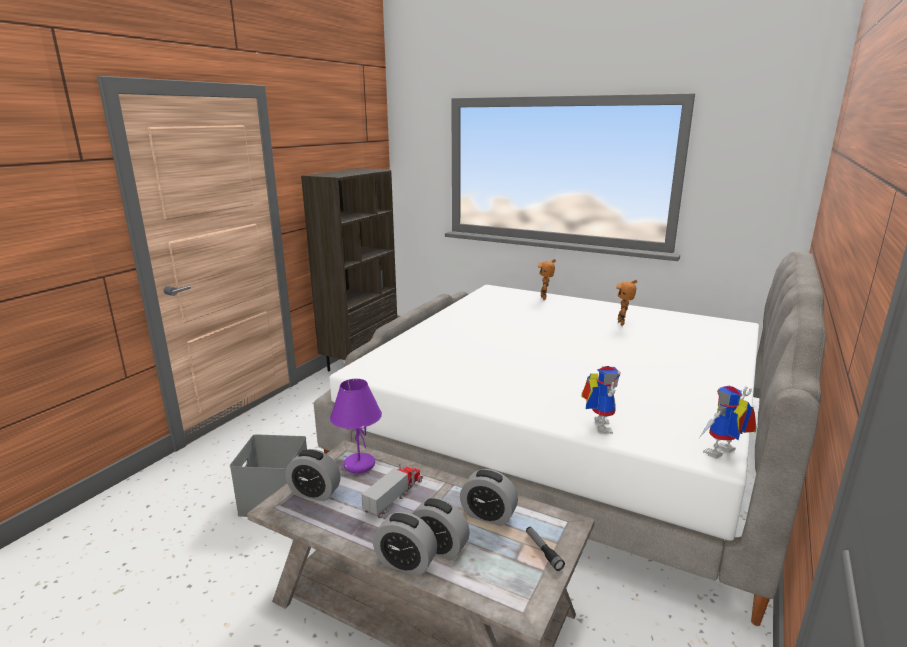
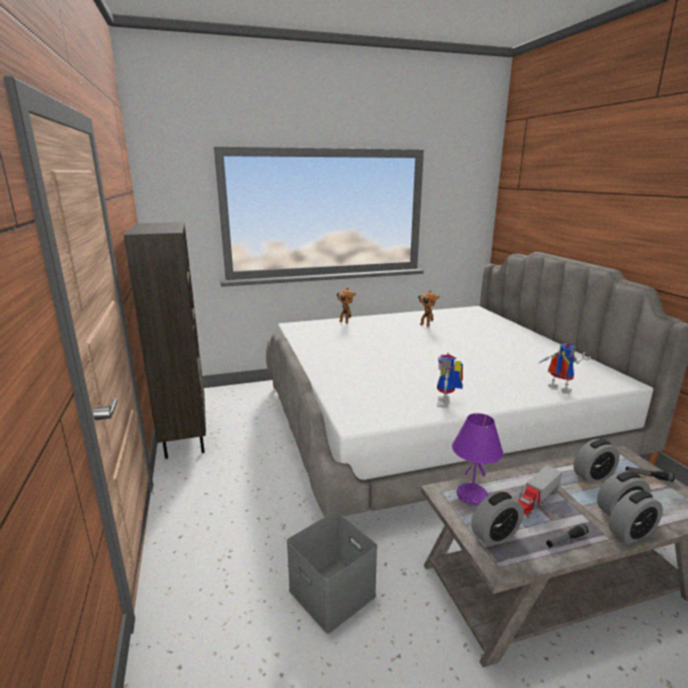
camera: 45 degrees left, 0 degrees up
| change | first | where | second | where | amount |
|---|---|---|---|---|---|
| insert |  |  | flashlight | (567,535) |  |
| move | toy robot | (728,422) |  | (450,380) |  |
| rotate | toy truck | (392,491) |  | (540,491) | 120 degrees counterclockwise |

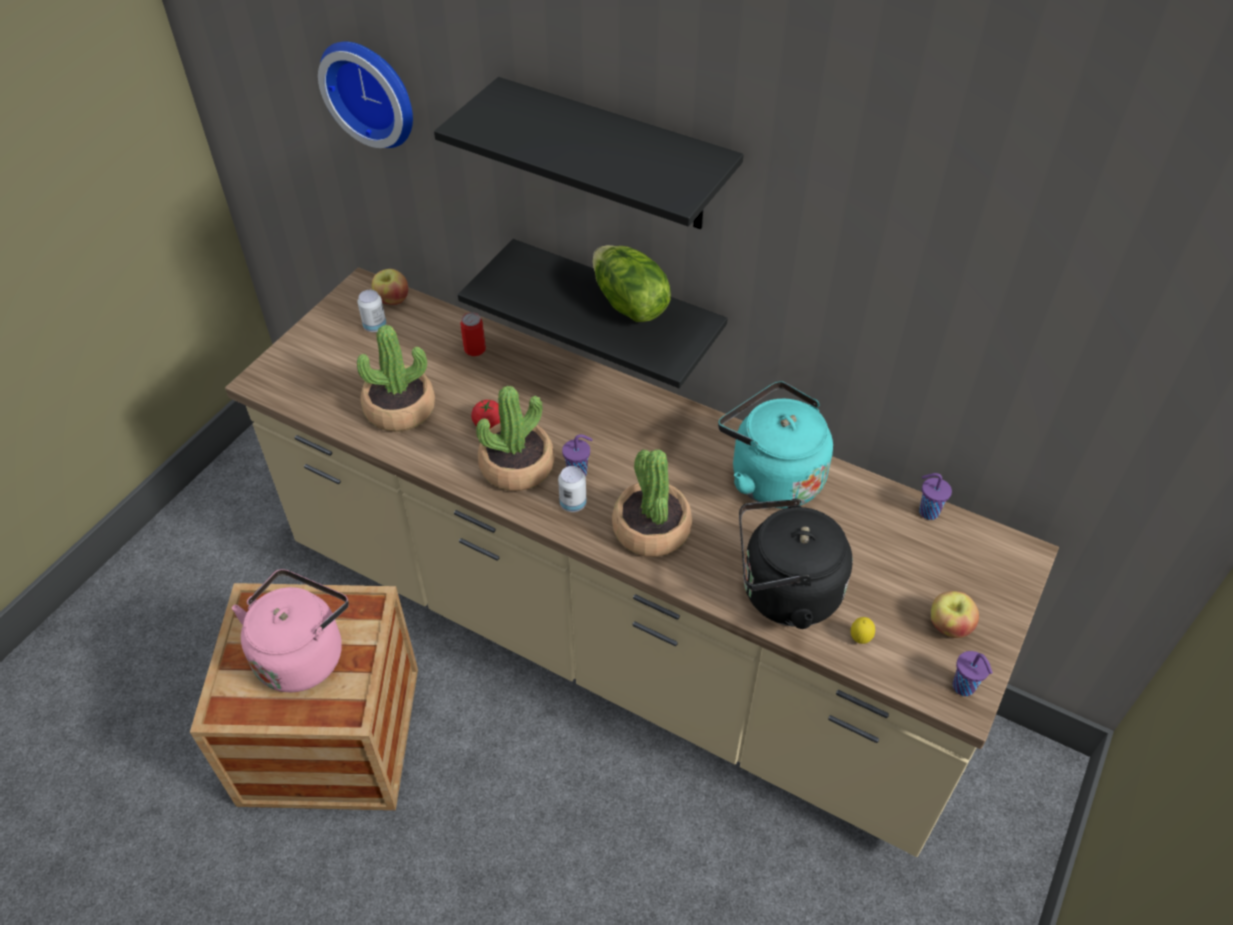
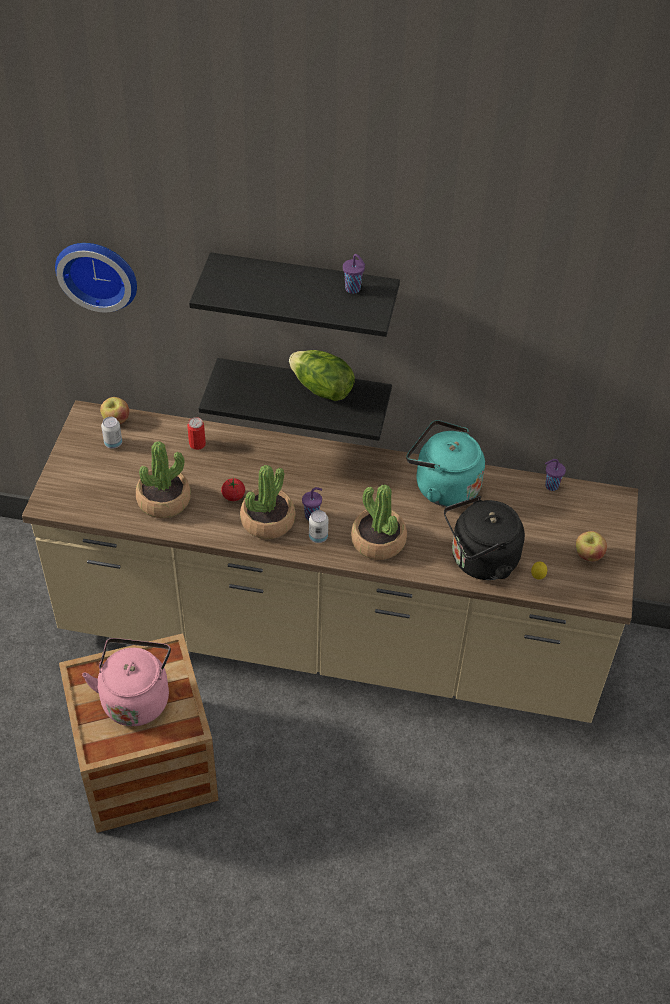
camera: 20 degrees left, 0 degrees up
| change | first | where | second | where | amount |
|---|---|---|---|---|---|
| move | cup (purple) | (973,673) |  | (354,274) |  |

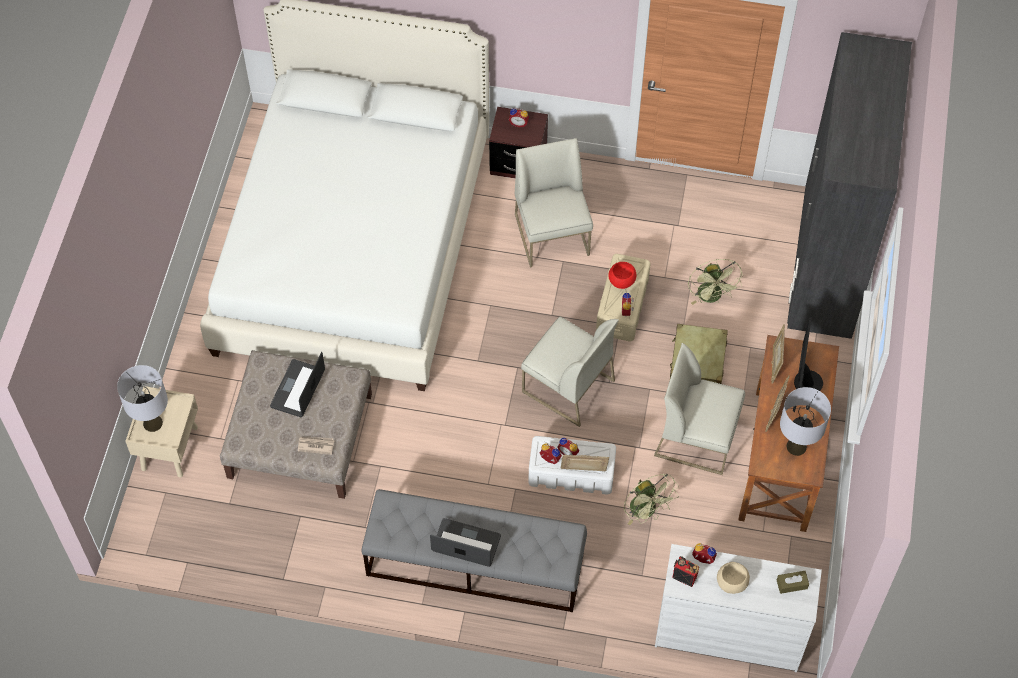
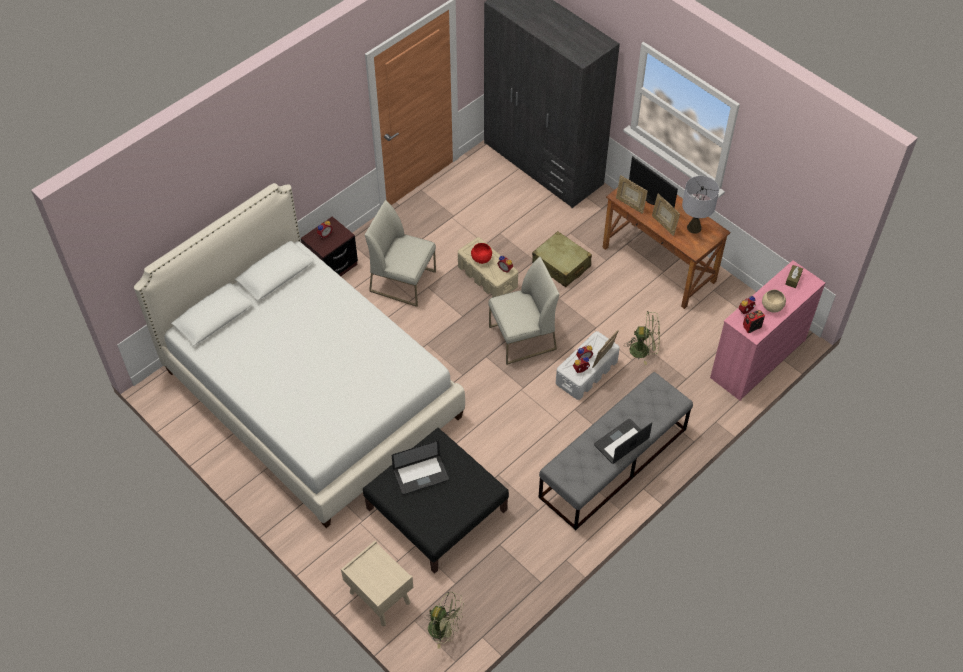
camera: 55 degrees left, 5 degrees down
| change | first | where | second | where | amount |
|---|---|---|---|---|---|
| delete | table lamp (grey) | (142,398) |  |  |  |
| delete | newspaper | (316,446) |  |  |  |
| delete | chair (white) | (699,409) |  |  |  |
| move | fan (green) | (715,282) |  | (444,620) |  |
| recolor | ottoman (beige) | (296,424) | ottoman (black) | (436,501) |  |
| recolor | dresser (white) | (738,608) | dresser (pink) | (767,330) |  |
| rotate | laptop | (297,384) |  | (420,467) | 75 degrees counterclockwise |

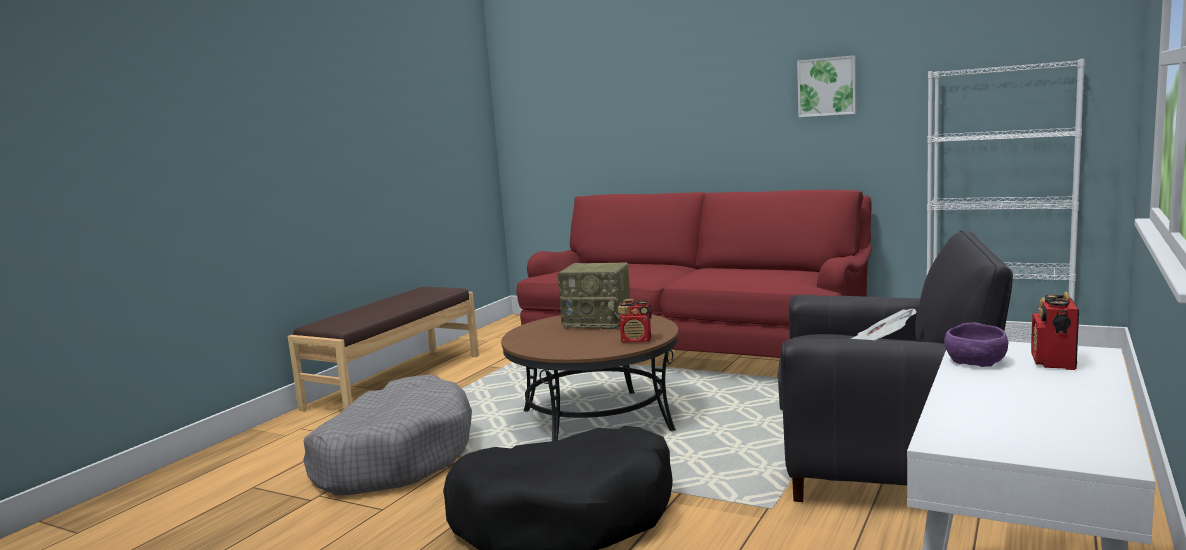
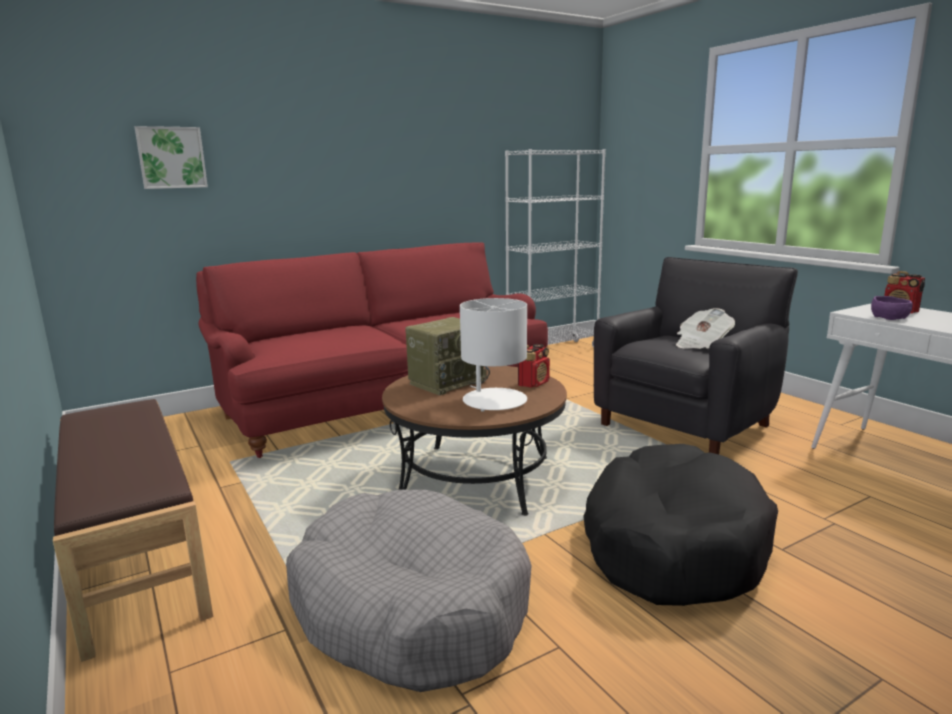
camera: 60 degrees left, 5 degrees up
| change | first | where | second | where | amount |
|---|---|---|---|---|---|
| insert |  |  | table lamp (white) | (493,355) |  |
| move | picture | (827,86) |  | (171,157) |  |

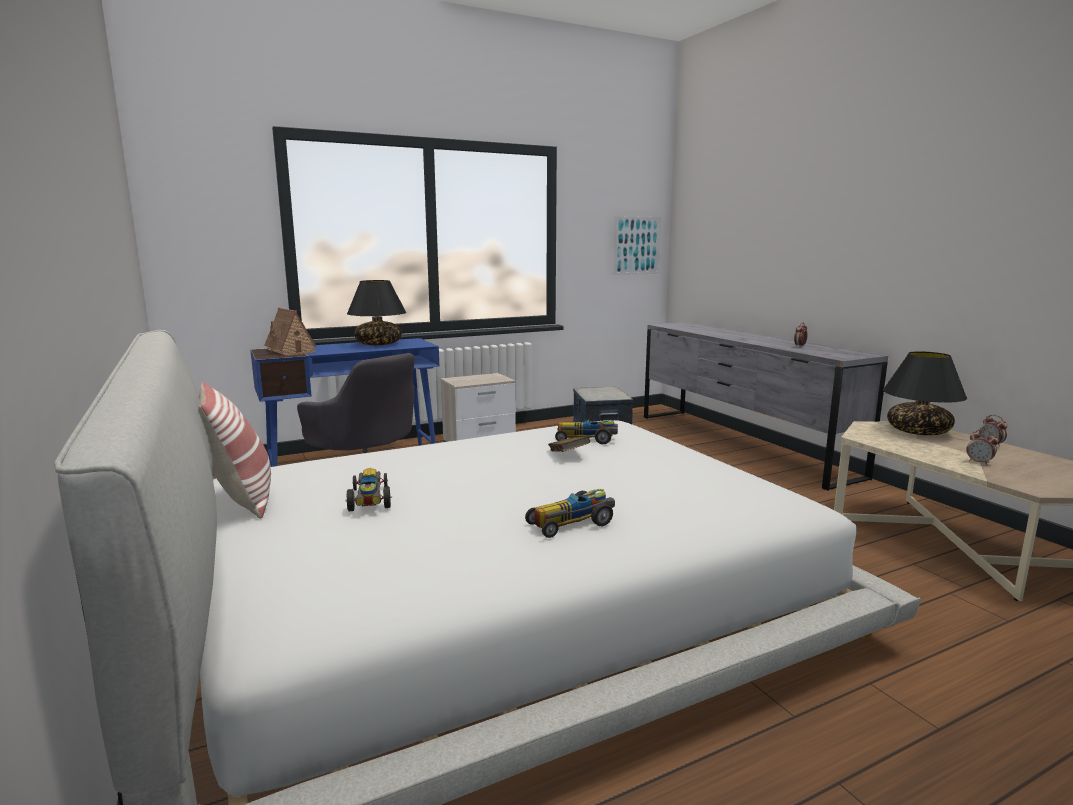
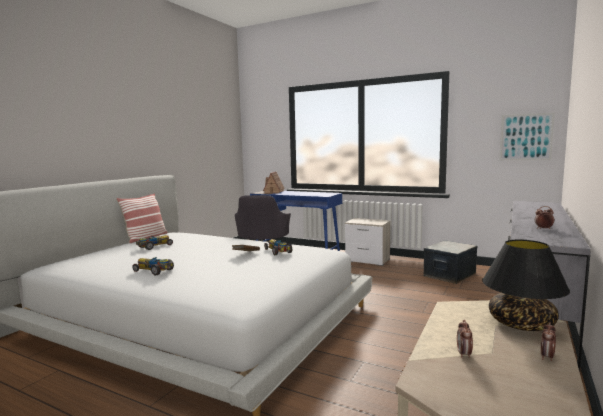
camera: 55 degrees right, 5 degrees down
| change | first | where | second | where | amount |
|---|---|---|---|---|---|
| delete | table lamp (black) | (377,312) |  |  |  |

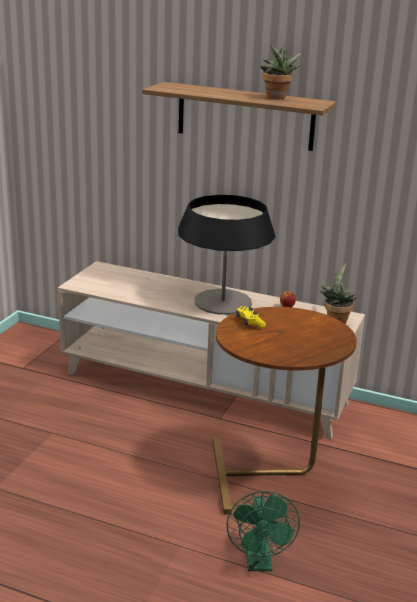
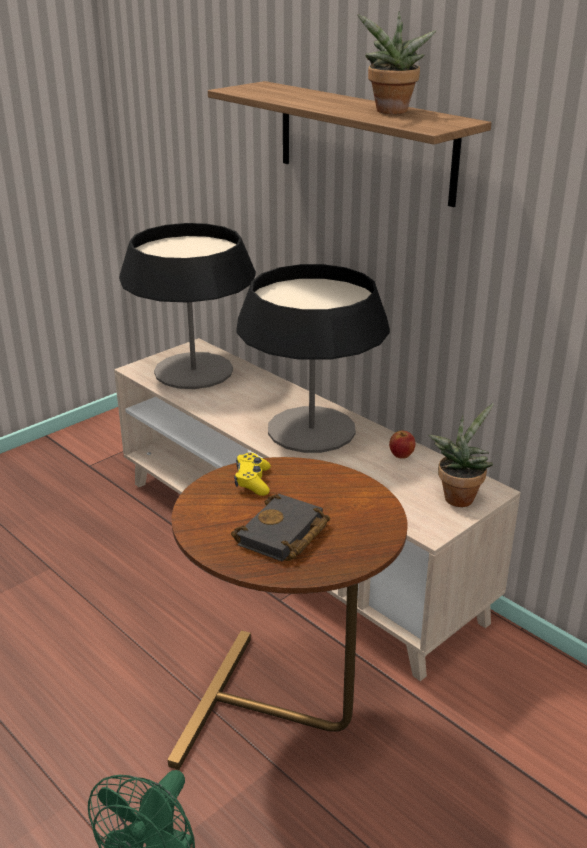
camera: 25 degrees right, 5 degrees up
| change | first | where | second | where | amount |
|---|---|---|---|---|---|
| insert |  |  | table lamp | (187,306) |  |
| insert |  |  | book (black) | (280,527) |  |

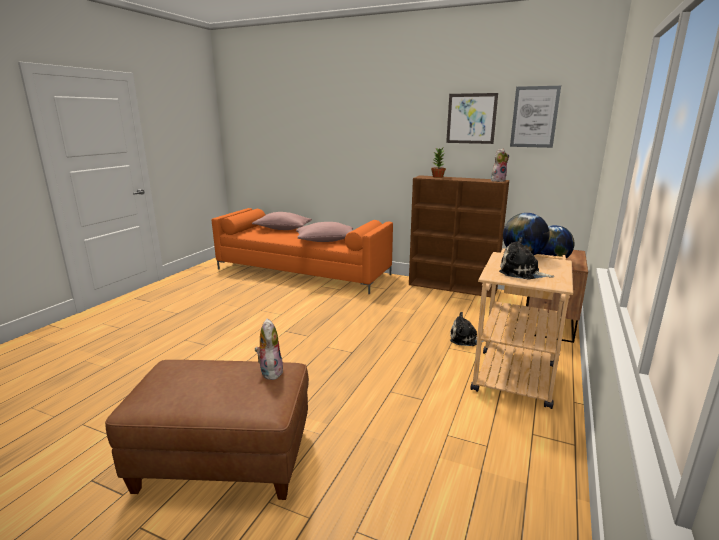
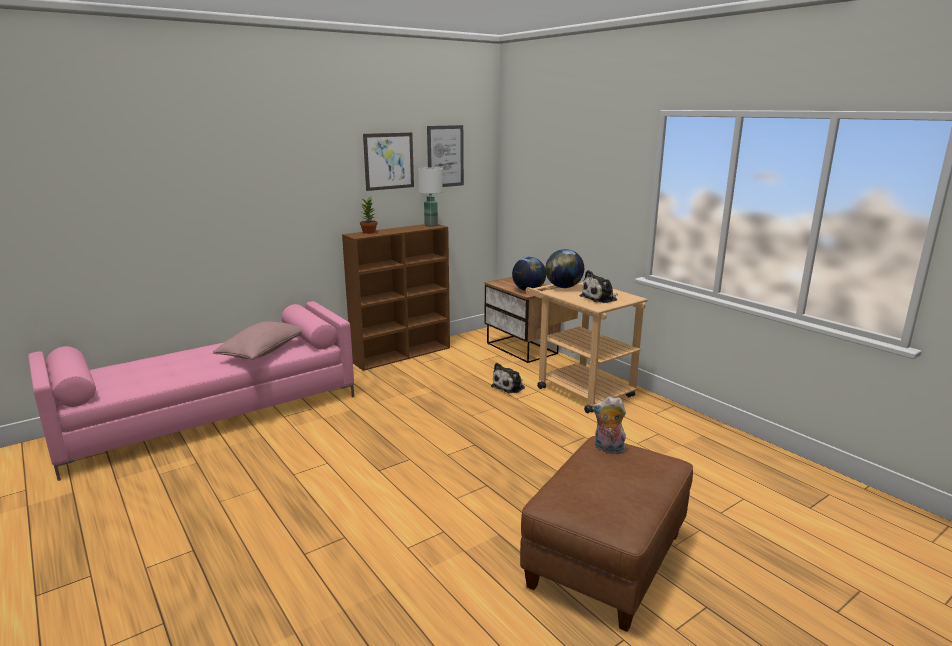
camera: 60 degrees left, 0 degrees up
| change | first | where | second | where | amount |
|---|---|---|---|---|---|
| delete | pillow (pink) | (282,221) |  |  |  |
| replace | plush toy | (500,165) | table lamp (white) | (430,197) |  |
| recolor | sofa (orange) | (302,251) | sofa (pink) | (191,391) |  |

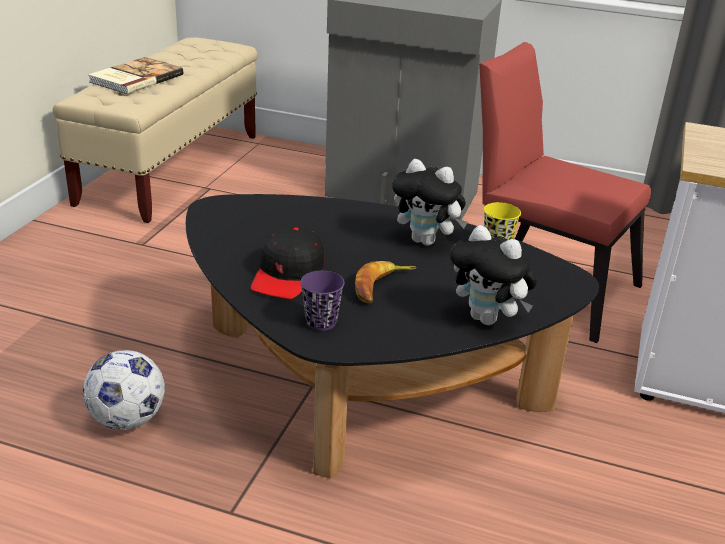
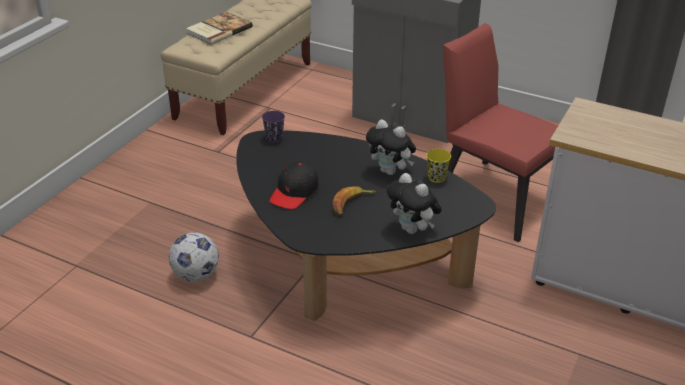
camera: 10 degrees right, 5 degrees up
| change | first | where | second | where | amount |
|---|---|---|---|---|---|
| move | cup (purple) | (322,301) |  | (273,127) |  |

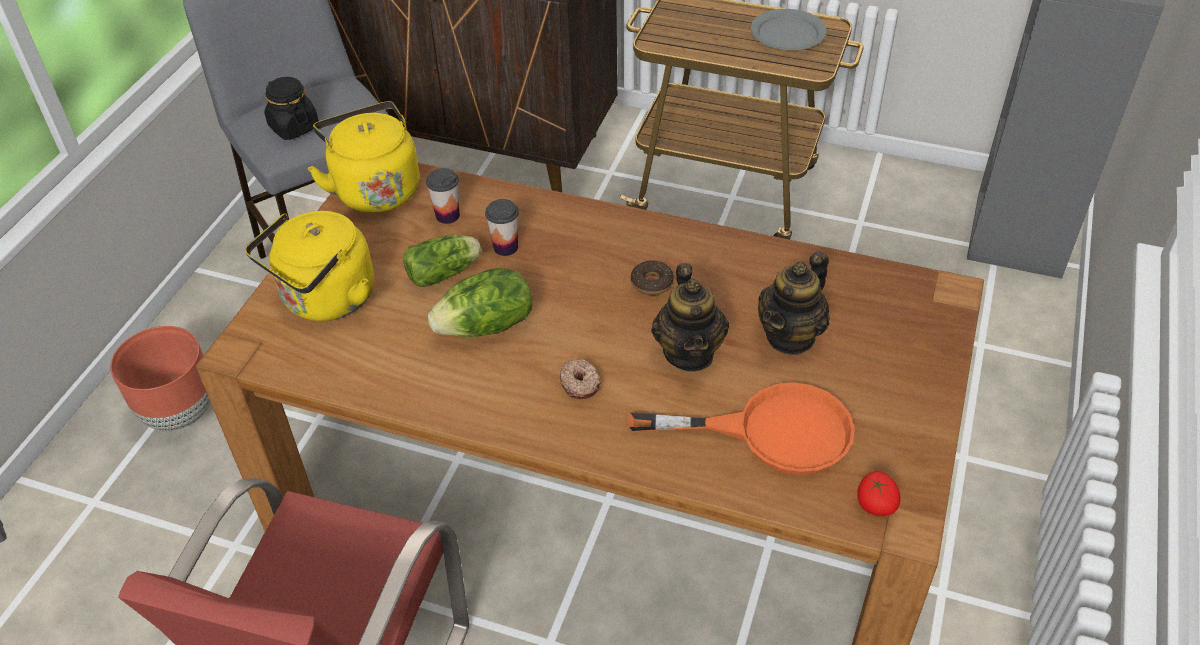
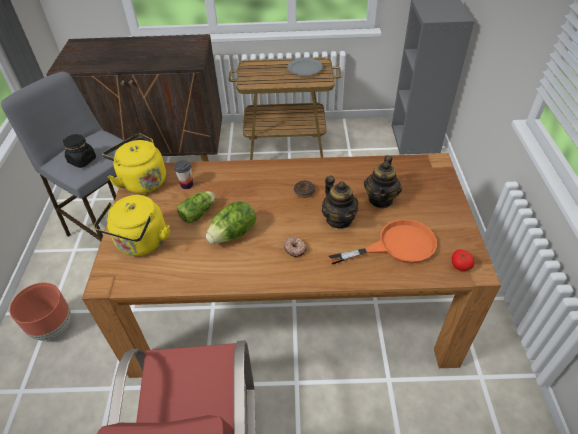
camera: 20 degrees left, 0 degrees up
| change | first | where | second | where | amount |
|---|---|---|---|---|---|
| delete | cup | (502,227) |  |  |  |

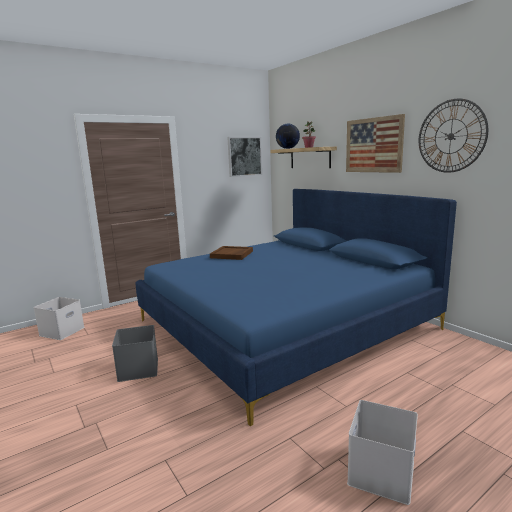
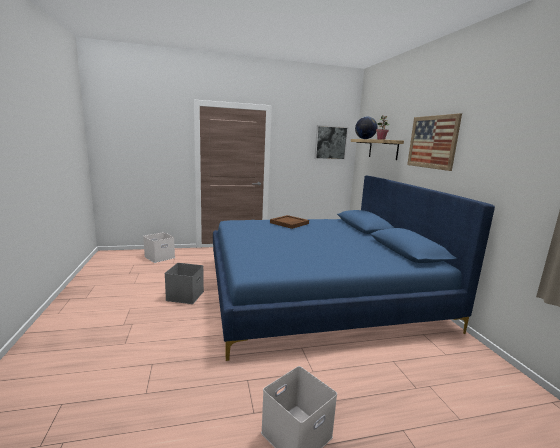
camera: 20 degrees right, 0 degrees up
| change | first | where | second | where | amount |
|---|---|---|---|---|---|
| delete | wall clock | (453,136) |  |  |  |

